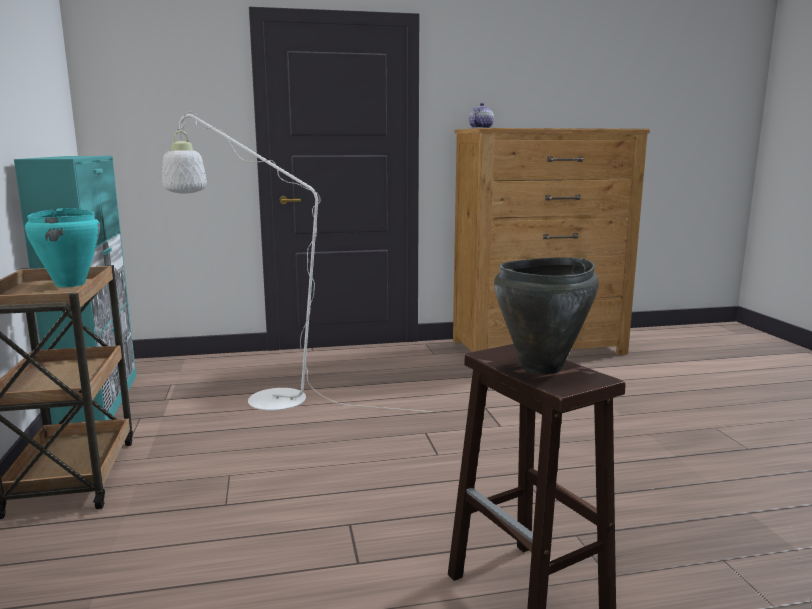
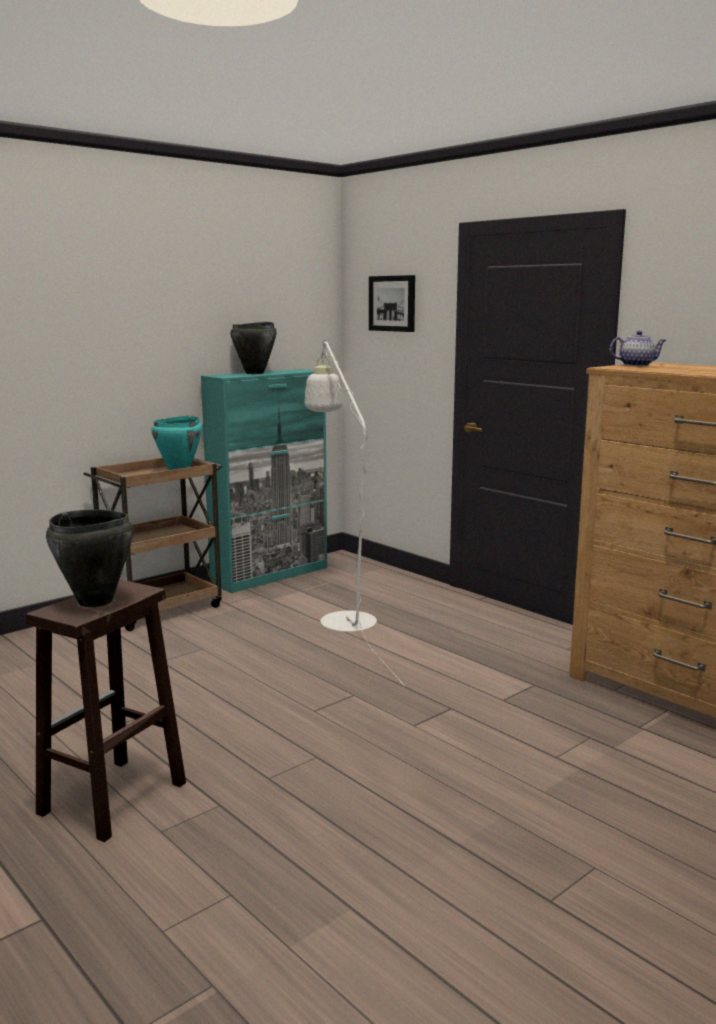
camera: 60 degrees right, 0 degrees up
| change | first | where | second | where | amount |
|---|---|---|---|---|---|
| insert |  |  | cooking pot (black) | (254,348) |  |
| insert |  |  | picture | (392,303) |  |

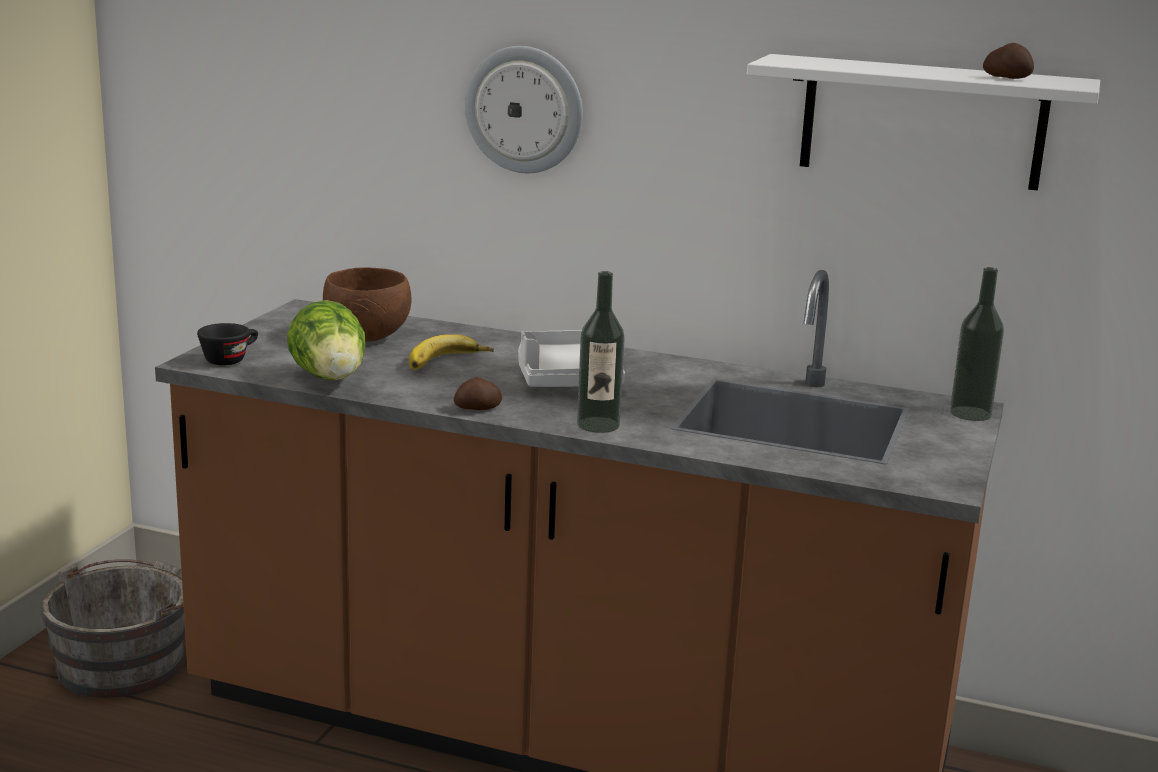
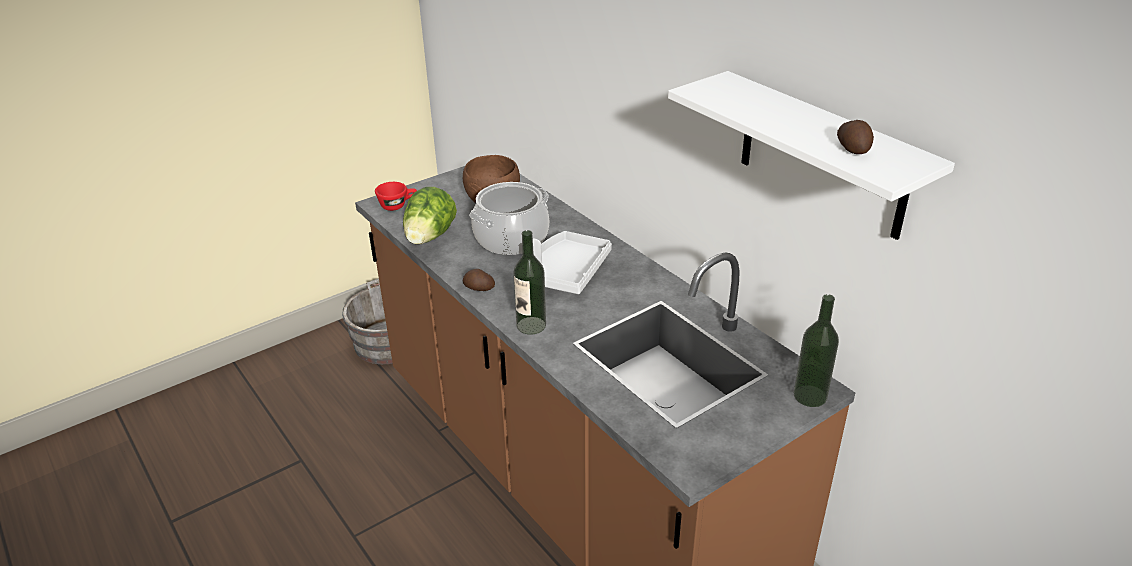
camera: 35 degrees right, 15 degrees up
| change | first | where | second | where | amount |
|---|---|---|---|---|---|
| delete | wall clock | (524,109) |  |  |  |
| replace | banana | (451,352) | cooking pot | (509,218) |  |
| recolor | cup (black) | (227,344) | cup (red) | (396,196) |  |

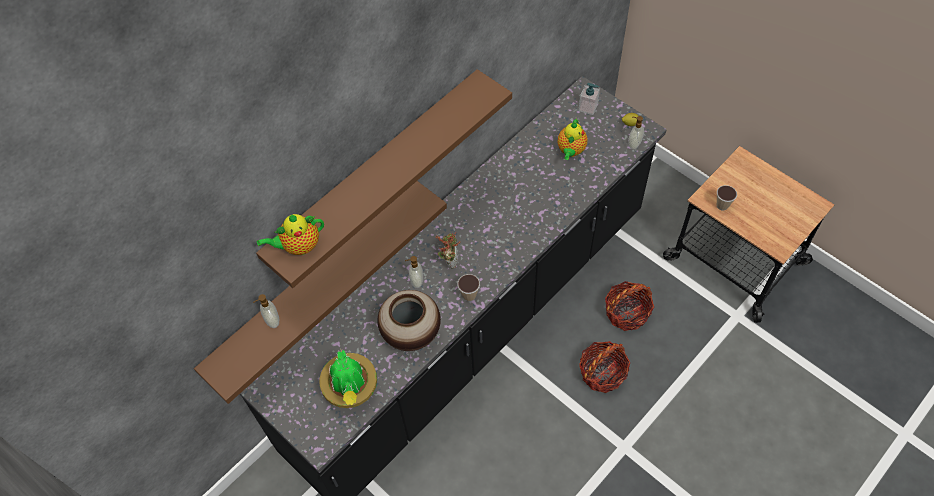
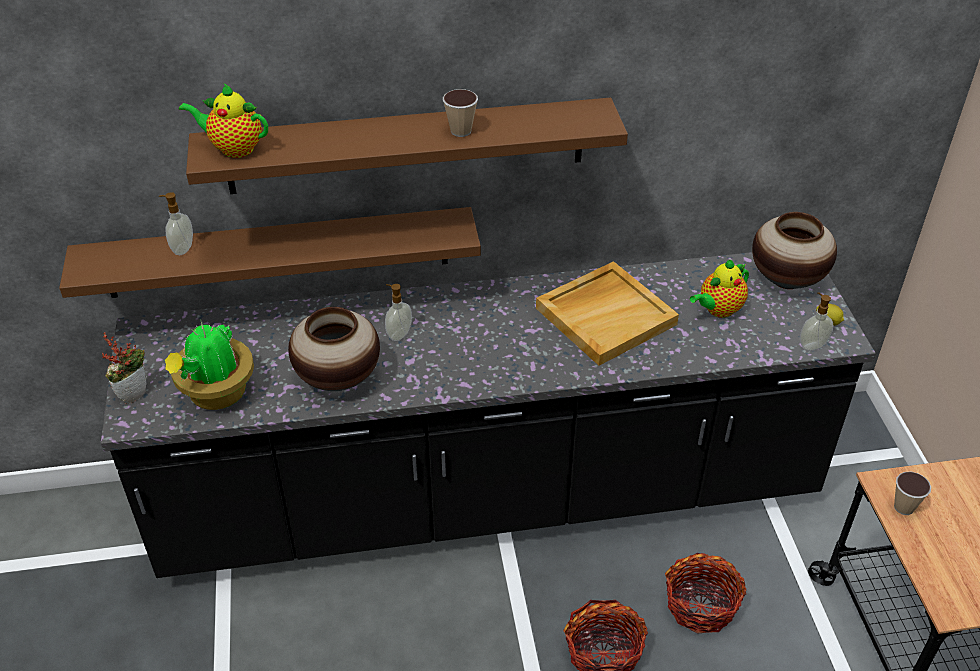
camera: 35 degrees right, 15 degrees down
| change | first | where | second | where | amount |
|---|---|---|---|---|---|
| insert |  |  | tray (beige) | (607,313) |  |
| move | potted plant | (448,251) |  | (124,367) |  |
| move | cup | (468,287) |  | (460,113) |  |
| replace | soap dispenser | (589,99) | vase | (794,250) |  |

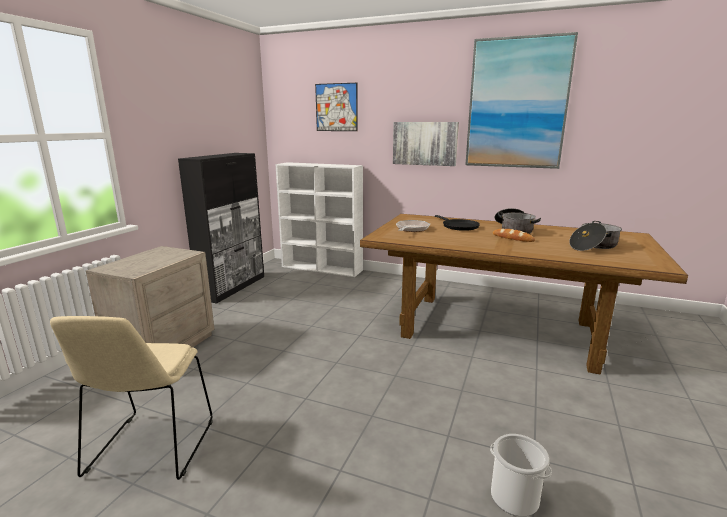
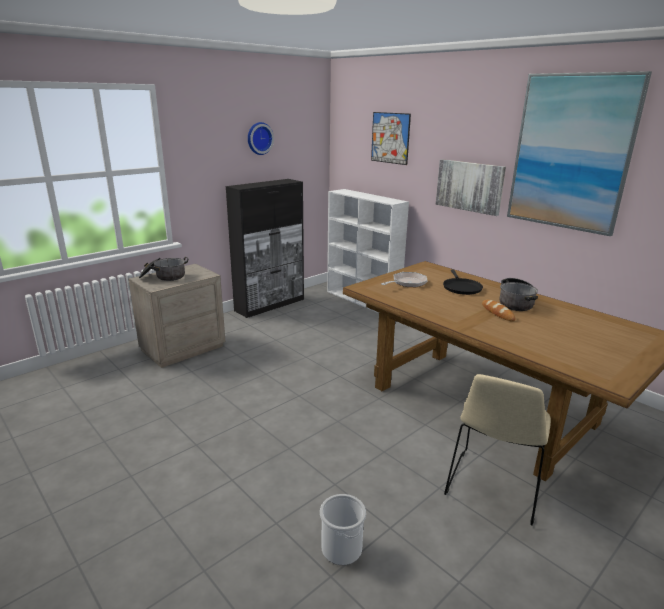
camera: 25 degrees right, 5 degrees up
| change | first | where | second | where | amount |
|---|---|---|---|---|---|
| insert |  |  | wall clock | (261,138) |  |
| move | chair (beige) | (131,398) |  | (497,450) |  |
| move | cooking pot | (595,236) |  | (163,269) |  |

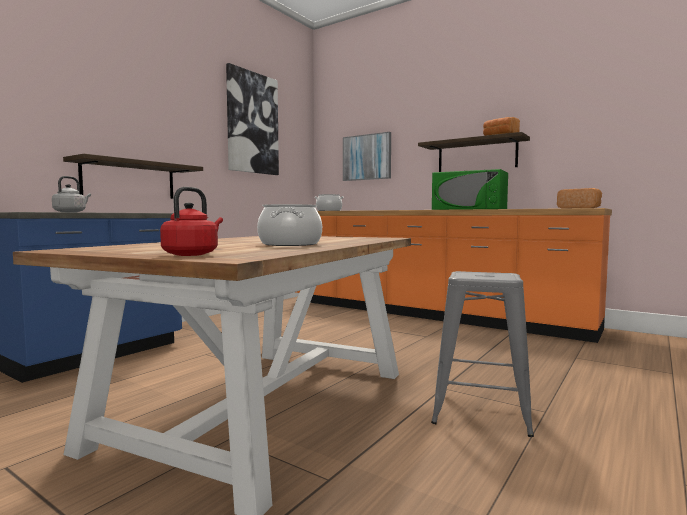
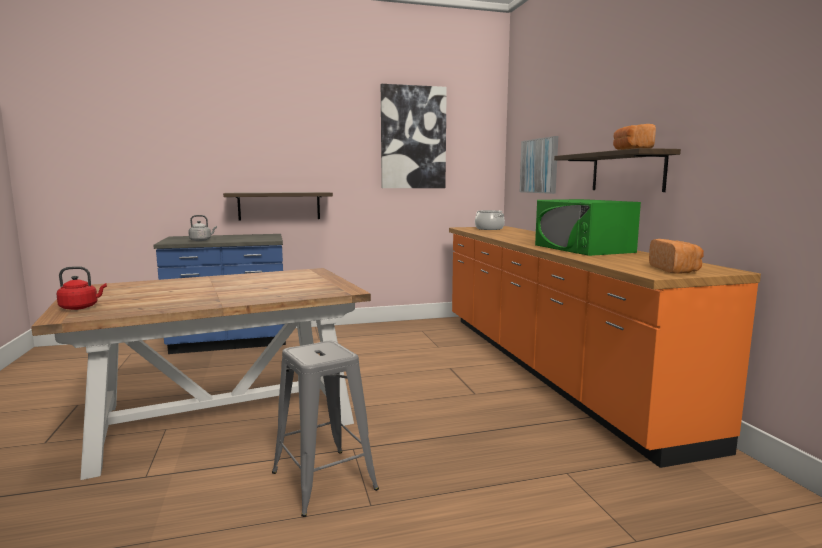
camera: 40 degrees right, 5 degrees up
| change | first | where | second | where | amount |
|---|---|---|---|---|---|
| delete | cooking pot | (289,225) |  |  |  |

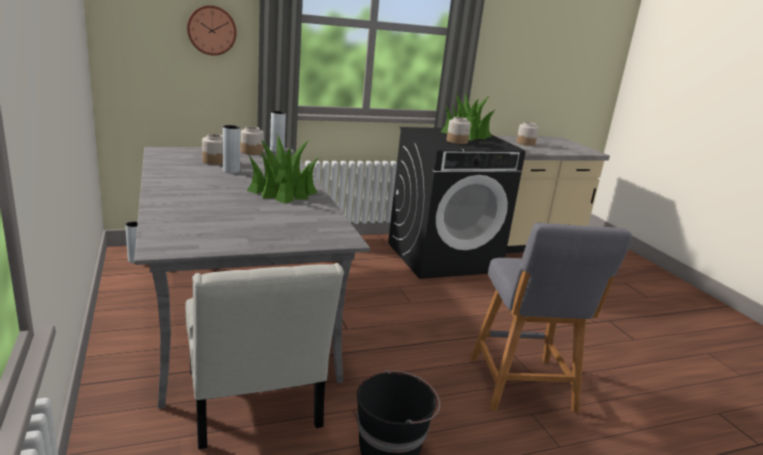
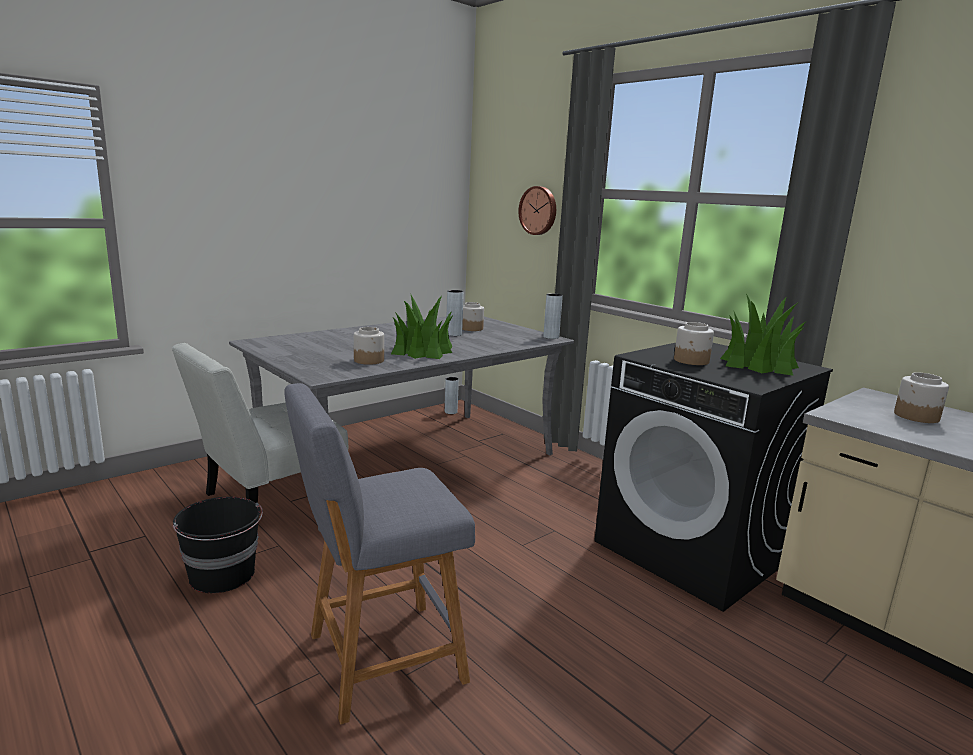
camera: 70 degrees right, 5 degrees down
| change | first | where | second | where | amount |
|---|---|---|---|---|---|
| move | jar | (252,140) |  | (369,346) |  |

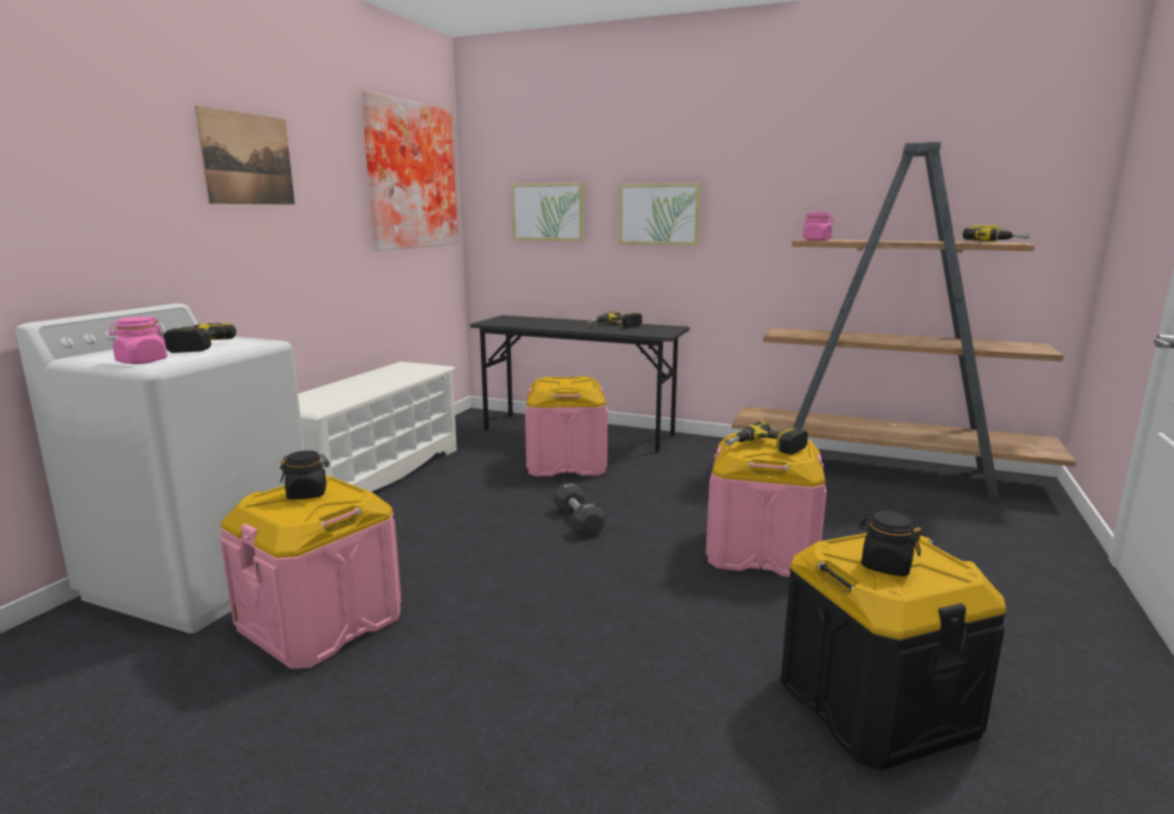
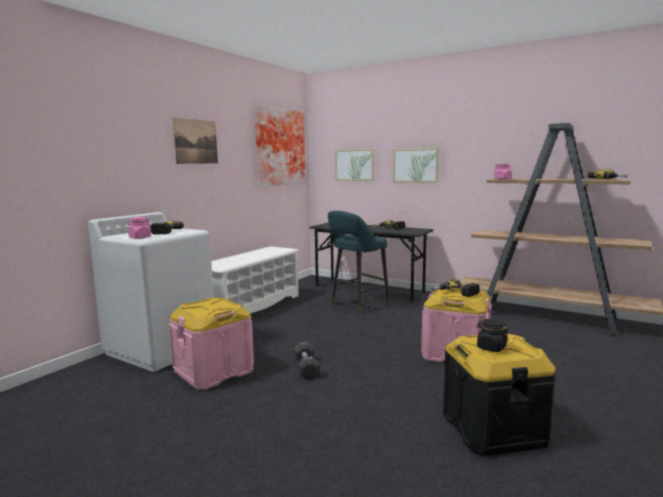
camera: 10 degrees right, 5 degrees down
| change | first | where | second | where | amount |
|---|---|---|---|---|---|
| delete | jar (black) | (304,474) |  |  |  |
| move | dumbbell (black) | (579,509) |  | (306,360) |  |
| replace | storage box (pink) | (566,426) | stool (turquoise) | (359,262) |  |

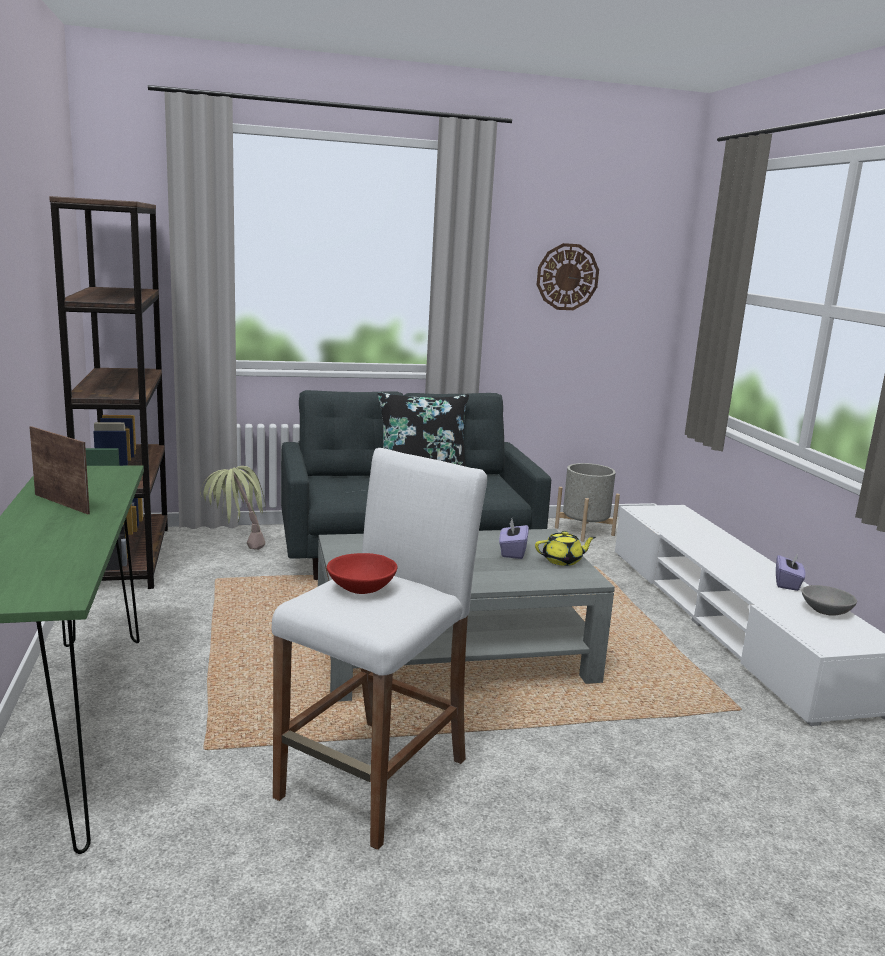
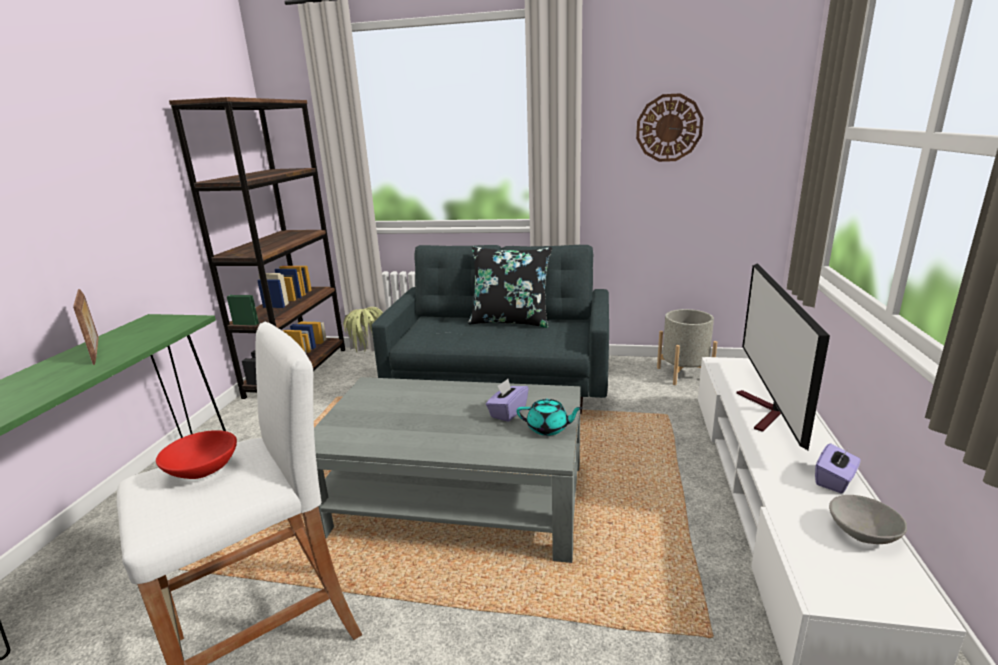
camera: 25 degrees right, 5 degrees up
| change | first | where | second | where | amount |
|---|---|---|---|---|---|
| insert |  |  | television | (783,356) |  |
| recolor | teapot (yellow) | (565,548) | teapot (turquoise) | (550,417) |  |

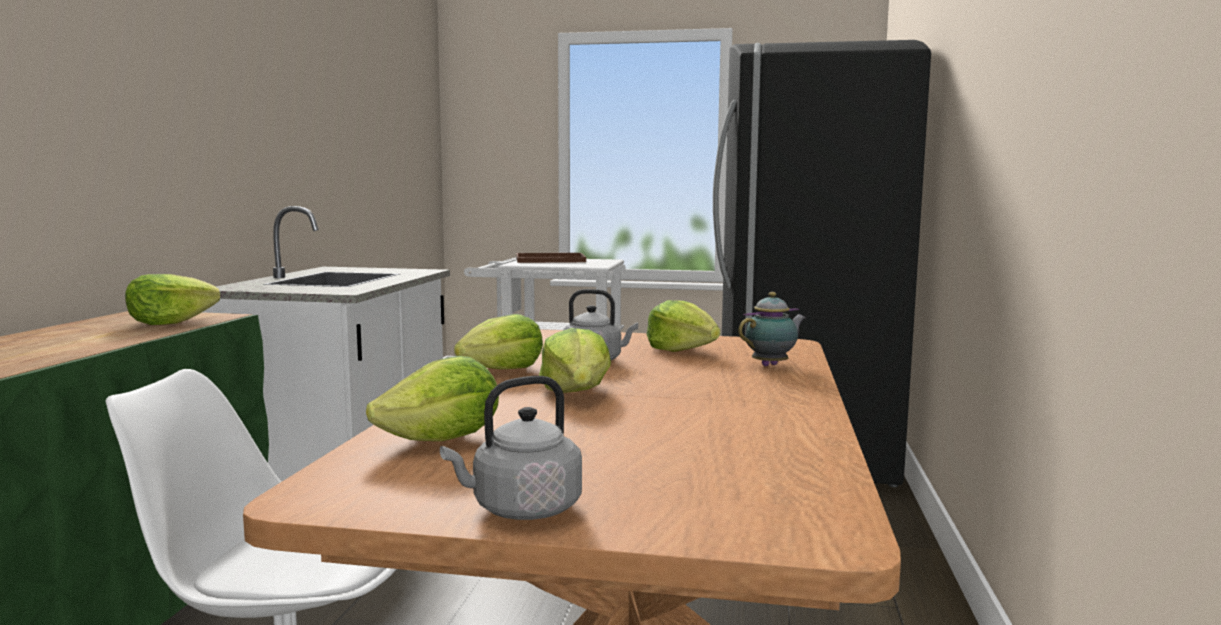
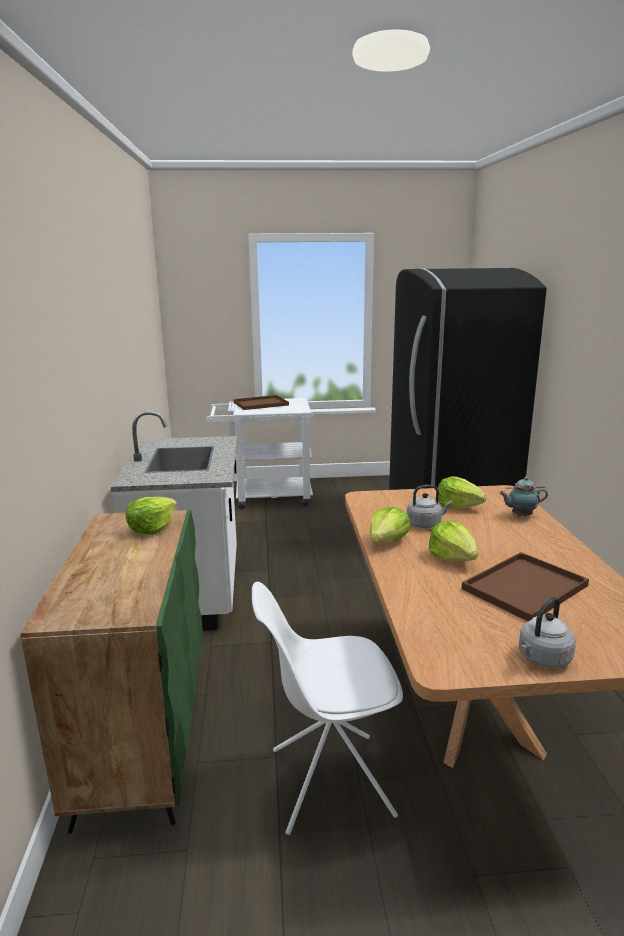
camera: 15 degrees left, 10 degrees up
| change | first | where | second | where | amount |
|---|---|---|---|---|---|
| delete | lettuce | (432,398) |  |  |  |
| insert |  |  | tray (brown) | (525,586) |  |
| rotate | teapot | (772,329) |  | (523,496) | 135 degrees counterclockwise |

